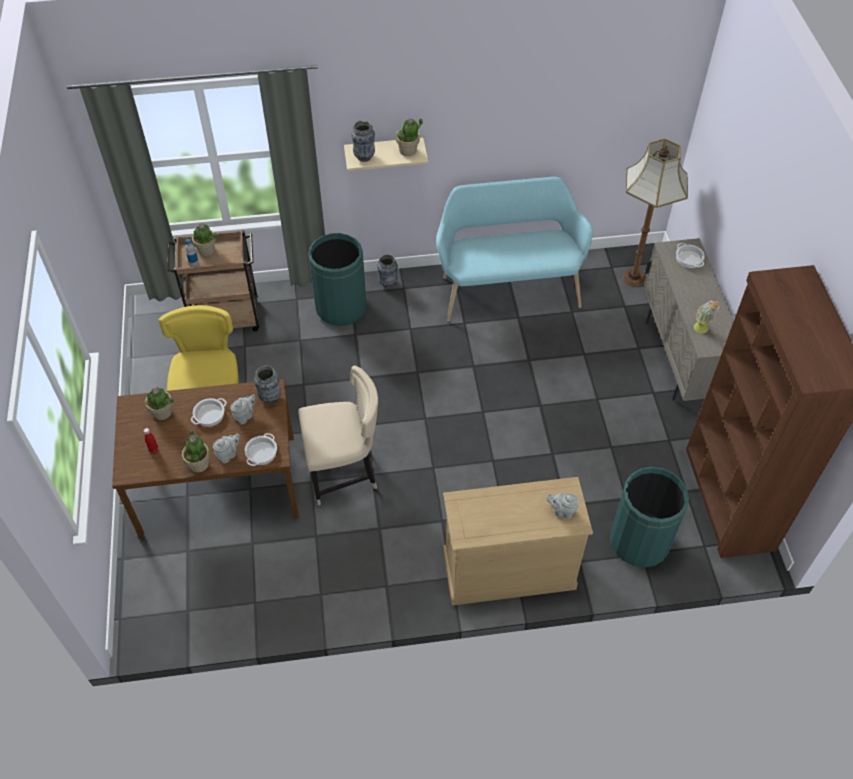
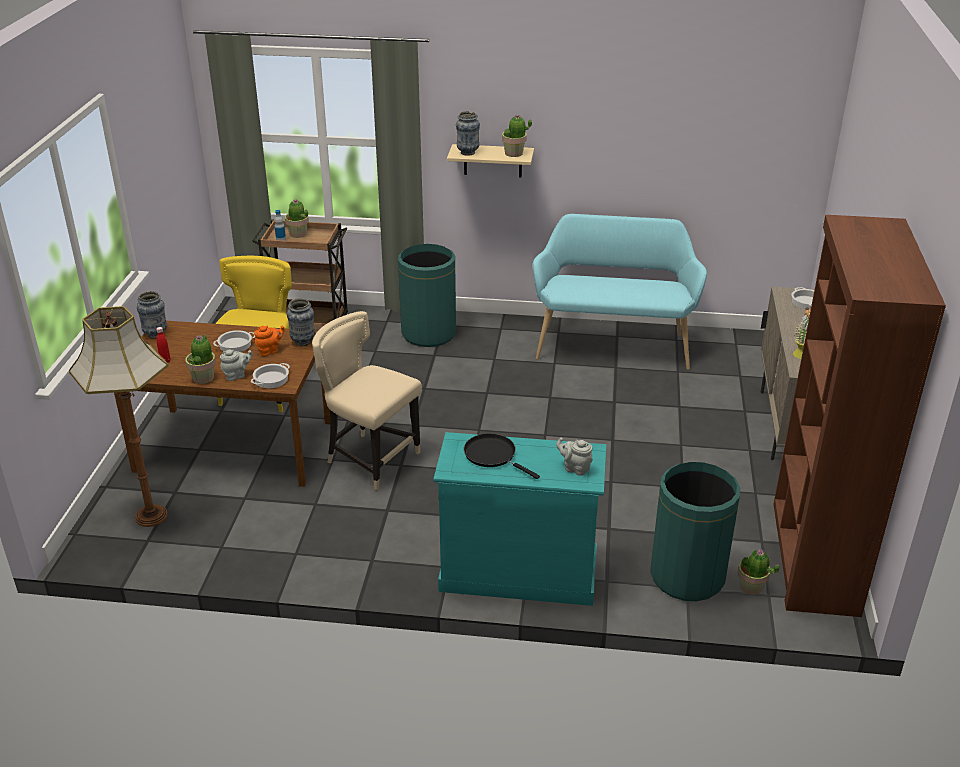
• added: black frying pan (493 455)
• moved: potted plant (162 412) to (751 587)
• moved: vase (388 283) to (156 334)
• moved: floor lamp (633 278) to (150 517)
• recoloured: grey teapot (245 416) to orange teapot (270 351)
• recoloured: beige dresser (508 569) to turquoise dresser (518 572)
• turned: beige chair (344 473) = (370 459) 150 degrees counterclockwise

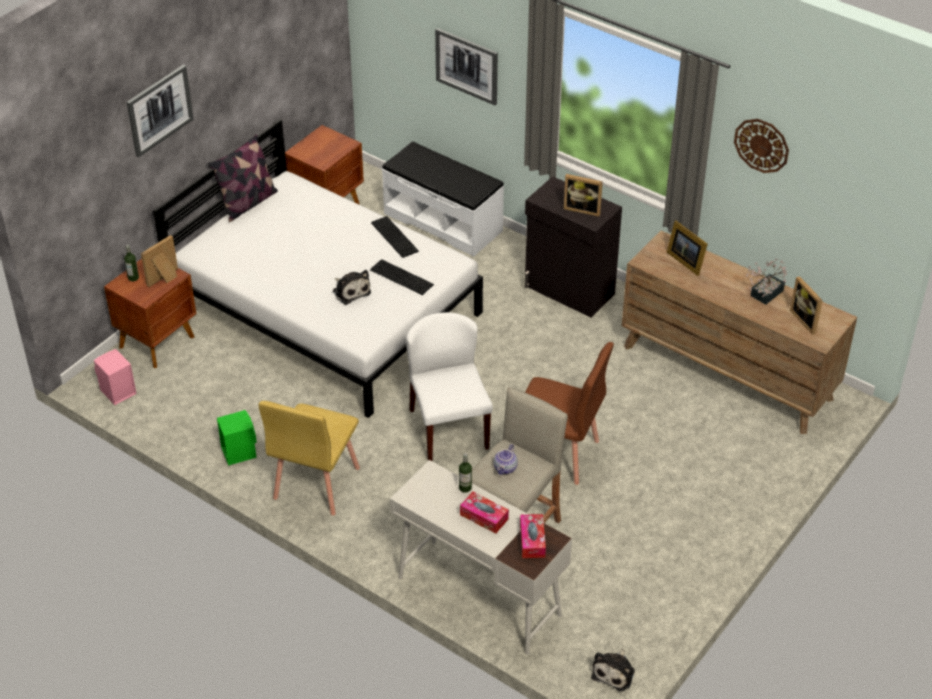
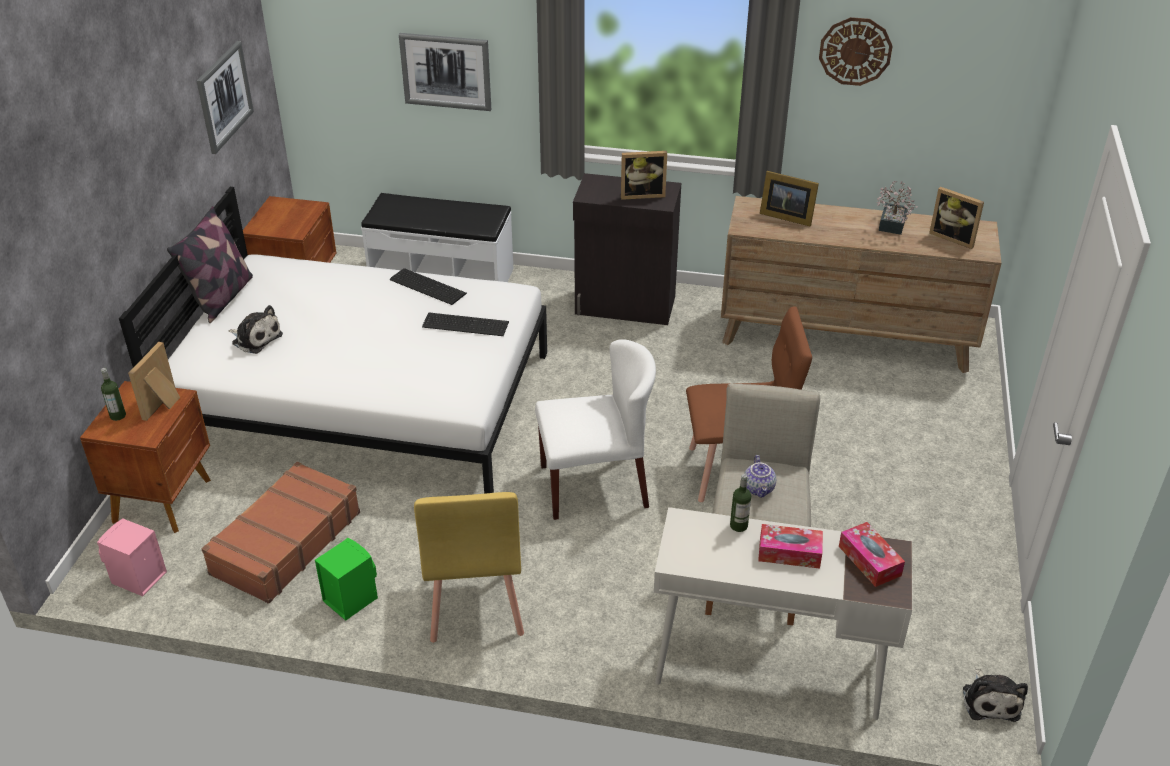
• added: brown suitcase (285 543)
• moved: picture (159 110) to (224 96)
• moved: plush toy (350 291) to (255 338)
• turned: white chair (448 428) = (594 485) 120 degrees clockwise

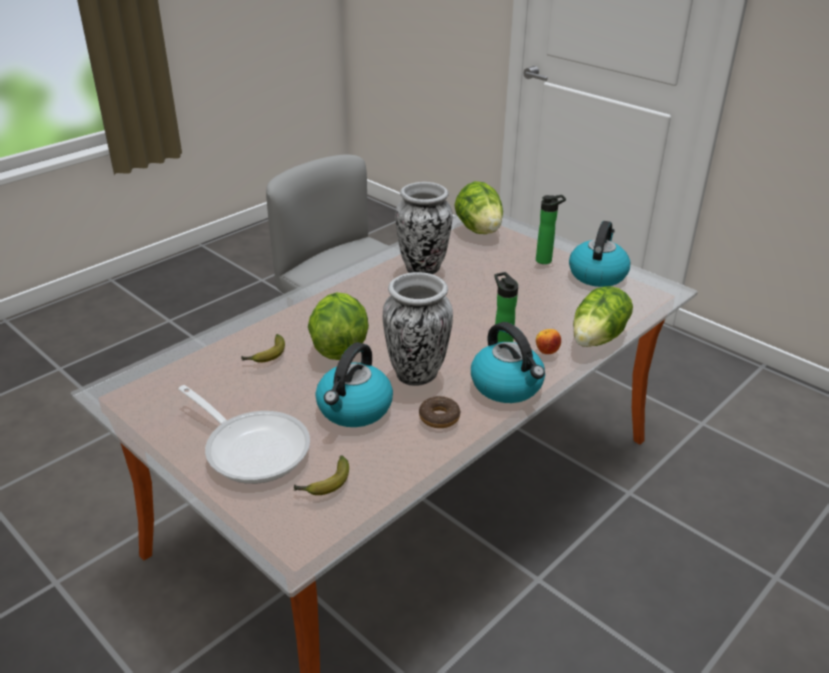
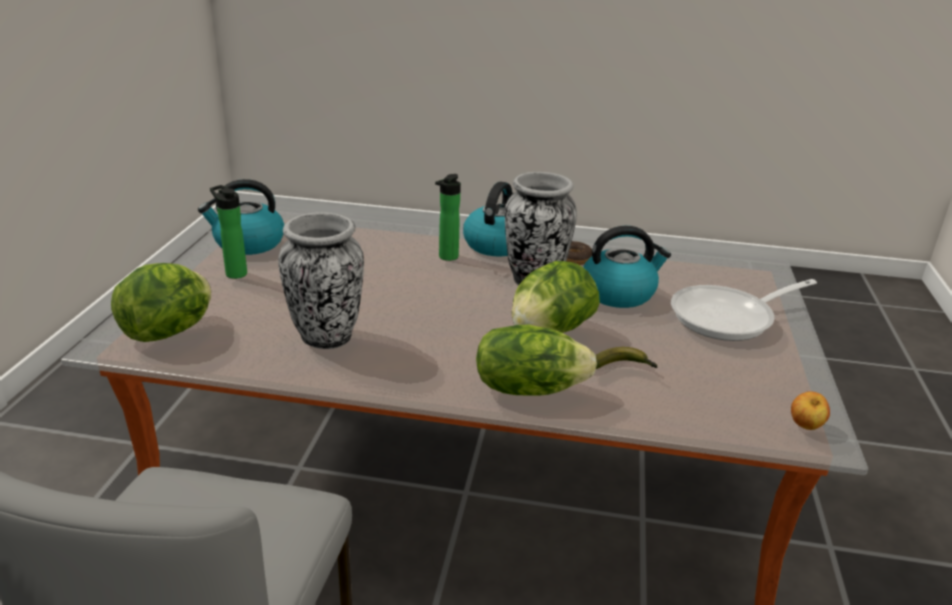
• removed: banana (324 484)
• moved: apple (546 352) to (805 427)
• moved: lettuce (599 338) to (529 388)
• turned: frying pan (252 448) = (729 318) 120 degrees counterclockwise

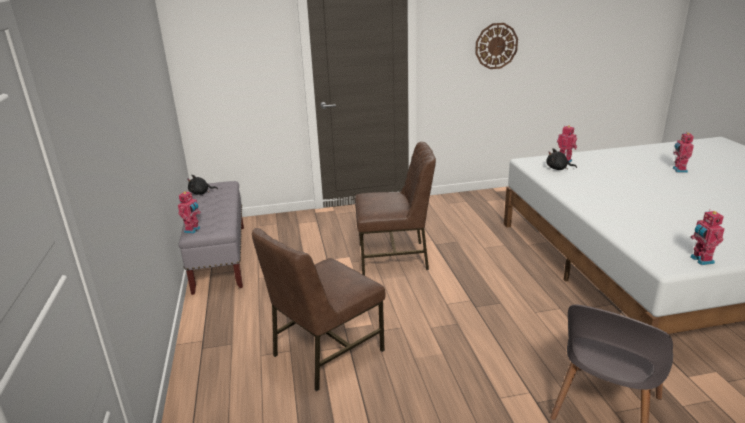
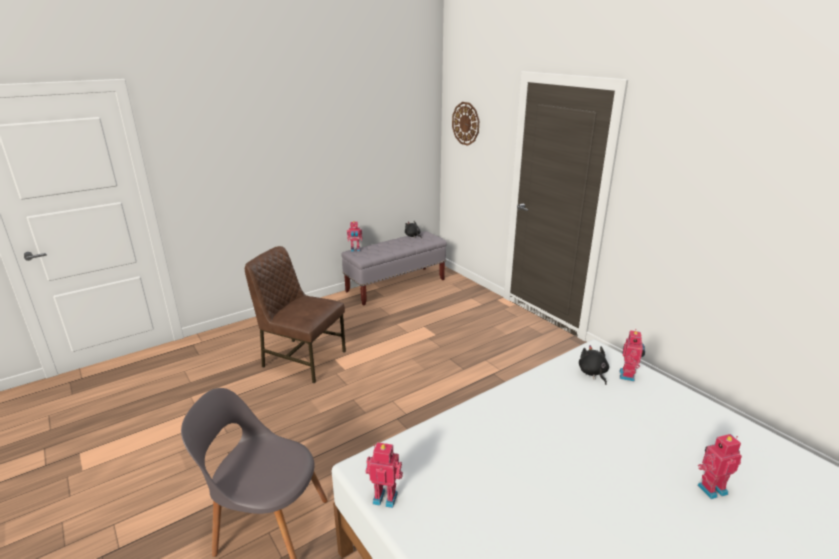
• removed: brown chair (394 257)
• moved: wall clock (496 46) to (466 123)
• turned: toy robot (700 260) = (385 497) 45 degrees clockwise

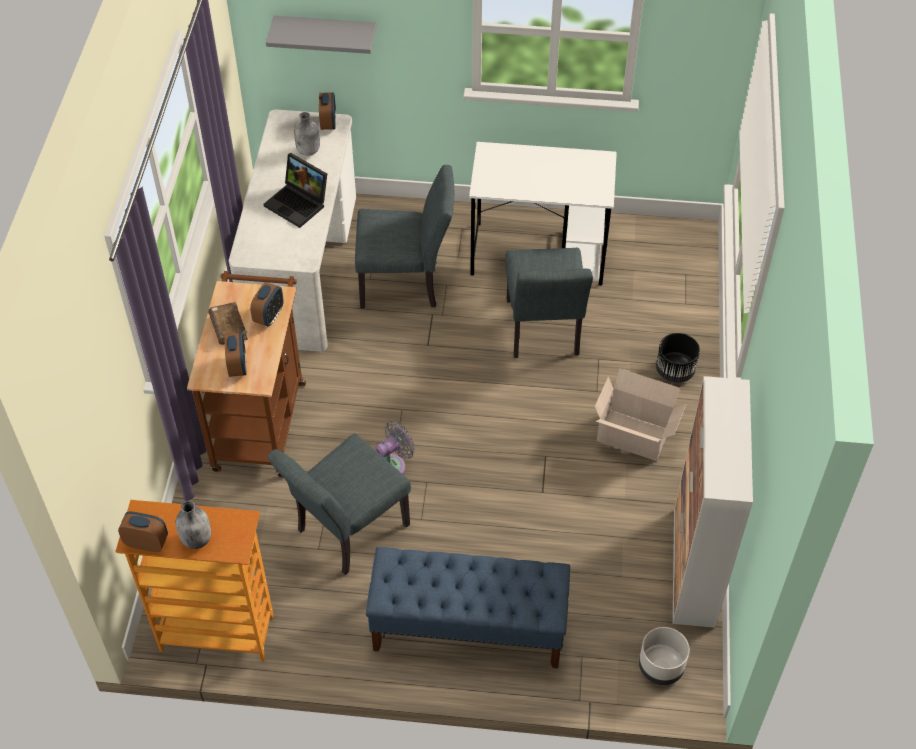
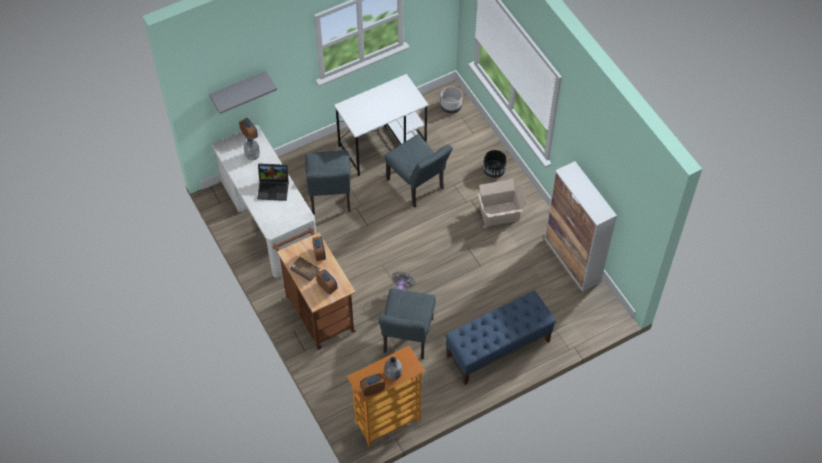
• moved: grey planter (661 667) to (451 107)
• turned: grey chair (407 284) = (330 199) 120 degrees clockwise

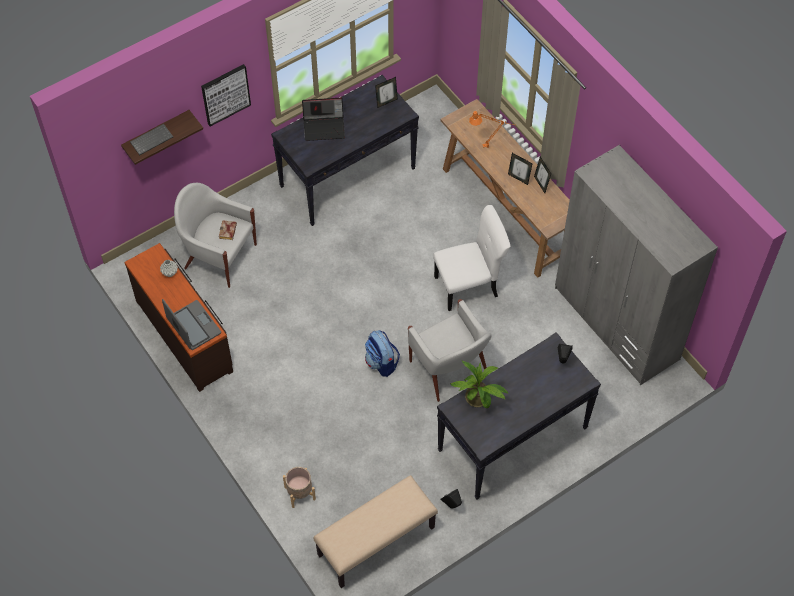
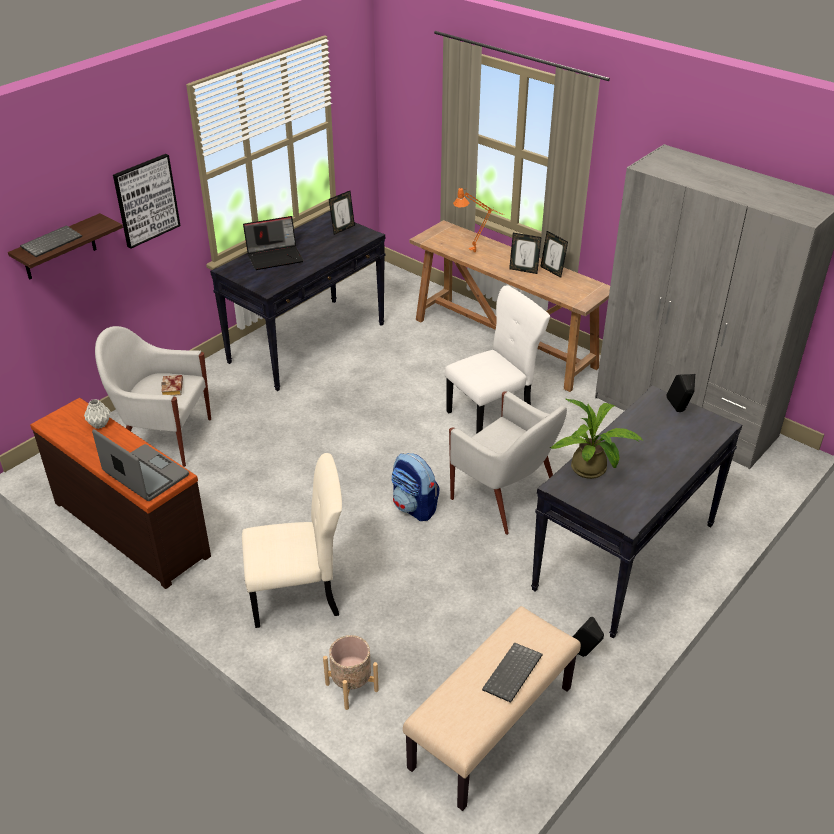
• added: beige chair (299 596)
• added: keyboard (513 674)

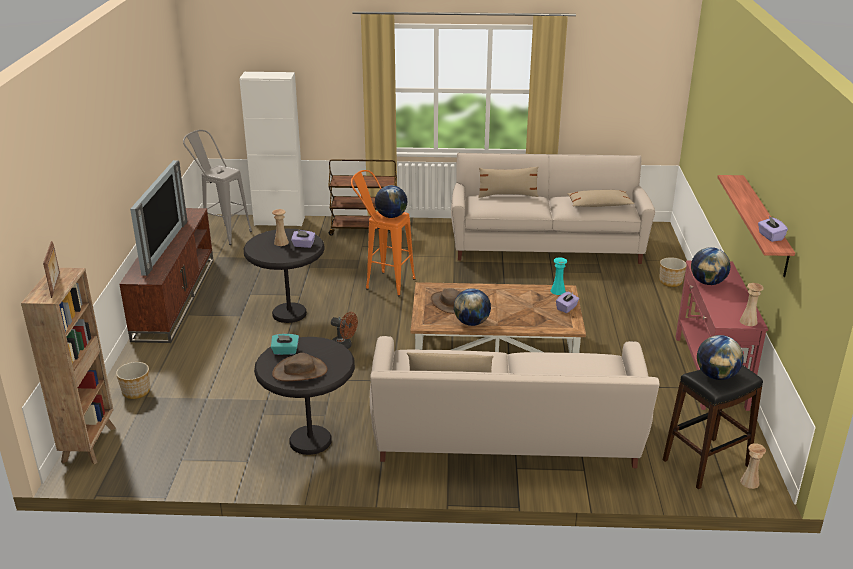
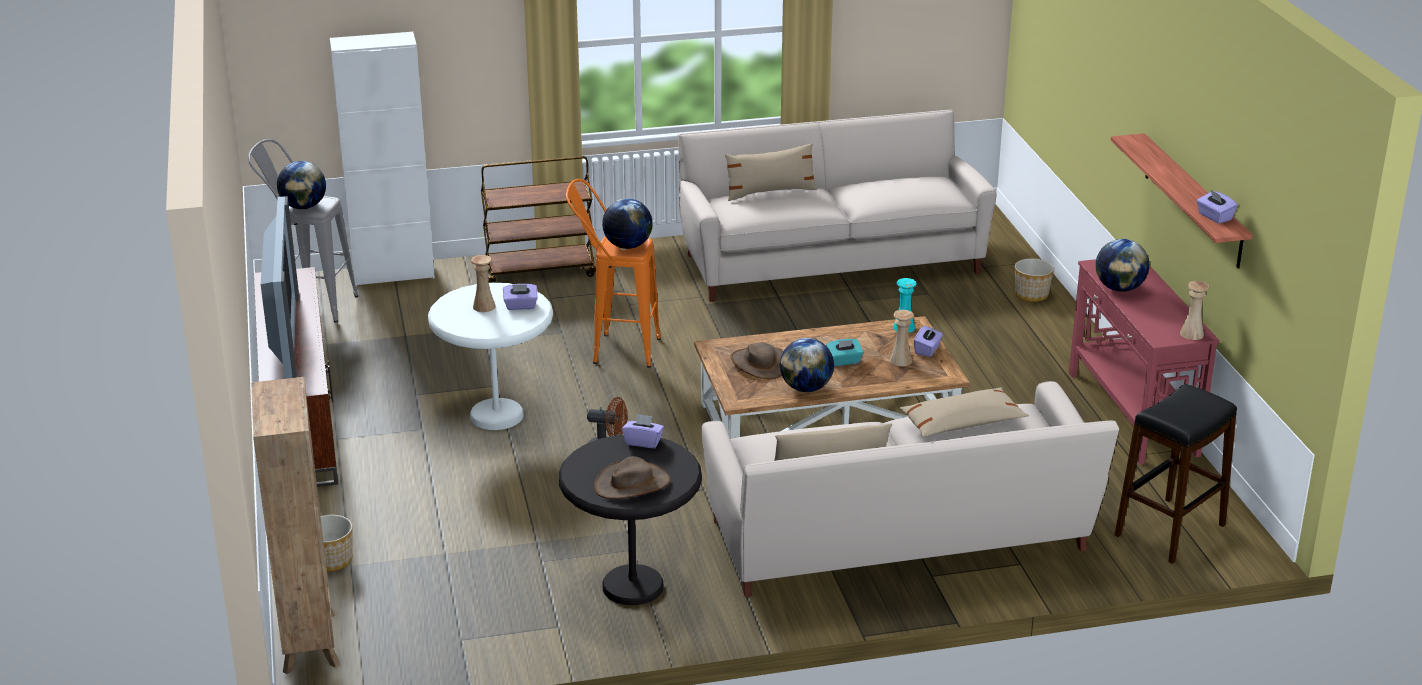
• removed: picture frame (56 286)
• added: purple tissue box (643 442)
• moved: turquoise tissue box (285 351) to (844 361)
• moved: beige pillow (599 205) to (962 423)
• moved: globe (716 375) to (304 206)
• moved: beige vase (749 482) to (901 360)
• recoloured: black side table (289 314) to white side table (496 416)

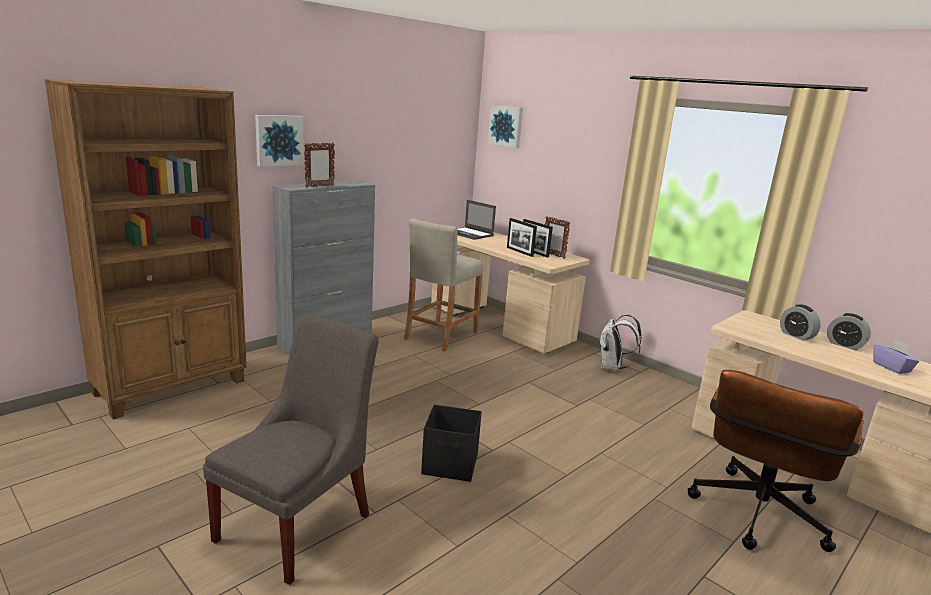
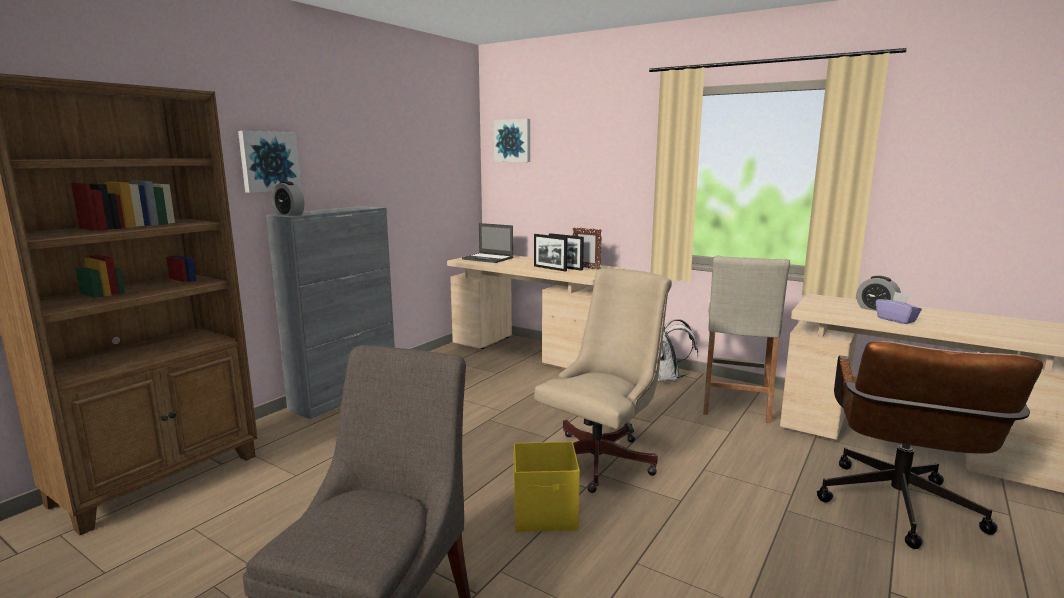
• removed: picture frame (319 186)
• added: beige office chair (603 458)
• moved: beige stool (441 335) to (735 402)
• moved: alarm clock (844 345) to (289 214)
• moved: purple tissue box (891 367) to (896 320)
• recoloured: black storage box (451 465) to yellow storage box (546 514)

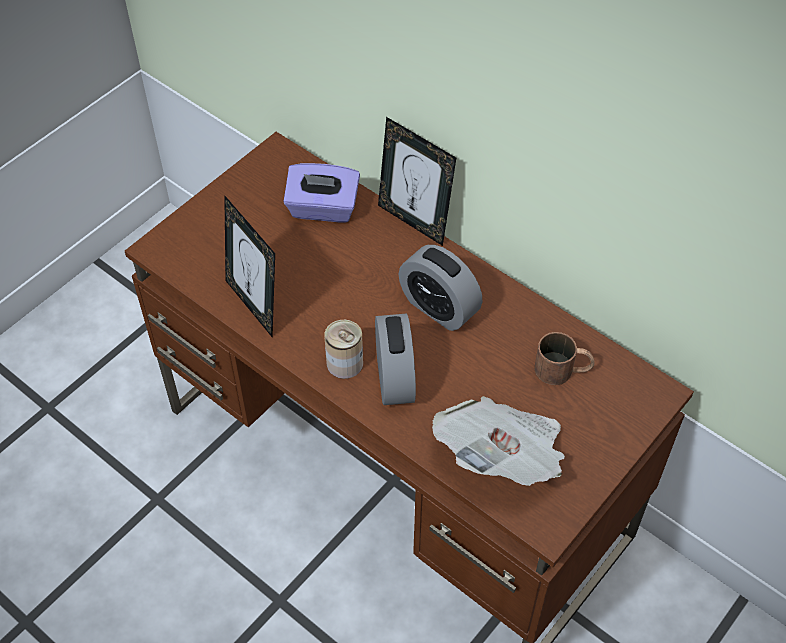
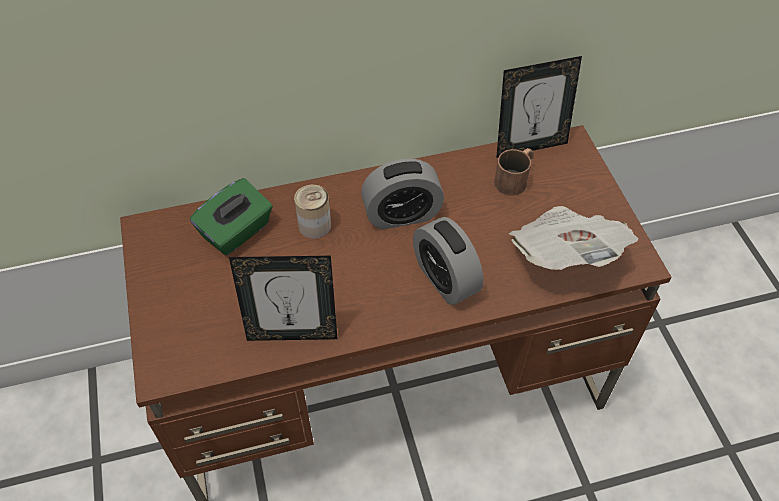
• moved: can (344 363) to (314 225)
• moved: picture frame (414 221) to (529 146)
• recoloured: purple tissue box (322 209) to green tissue box (237 232)
• turned: alarm clock (394 378) = (445 279) 150 degrees counterclockwise

